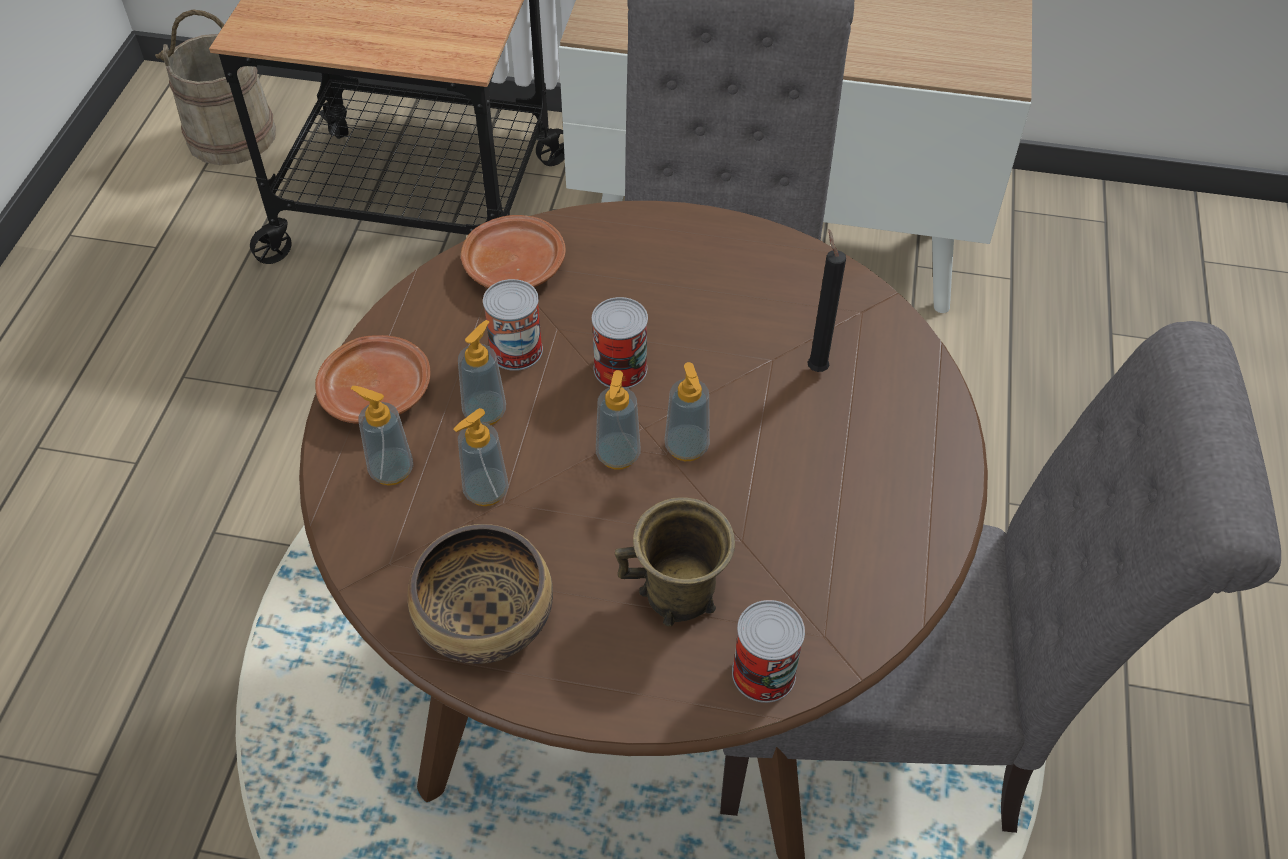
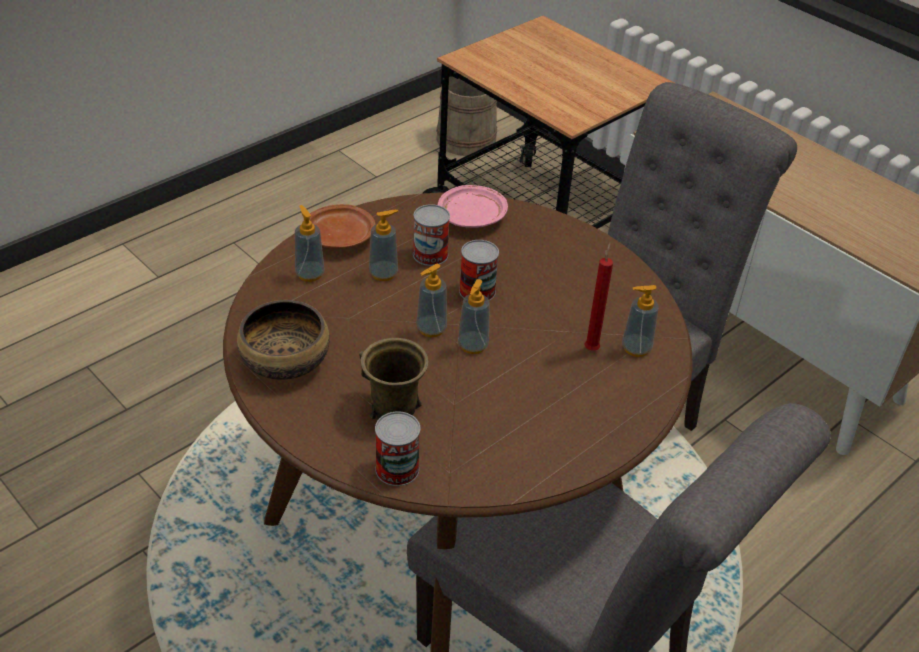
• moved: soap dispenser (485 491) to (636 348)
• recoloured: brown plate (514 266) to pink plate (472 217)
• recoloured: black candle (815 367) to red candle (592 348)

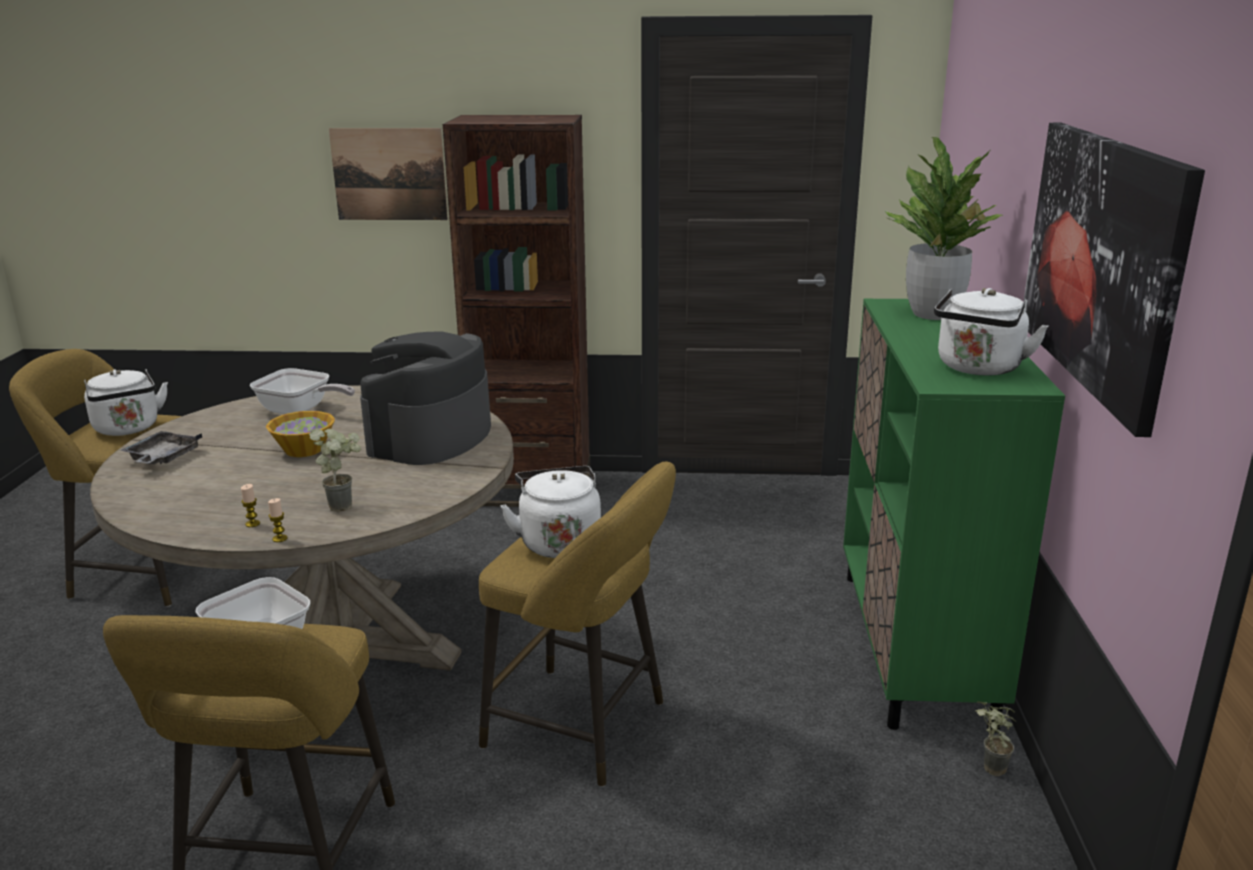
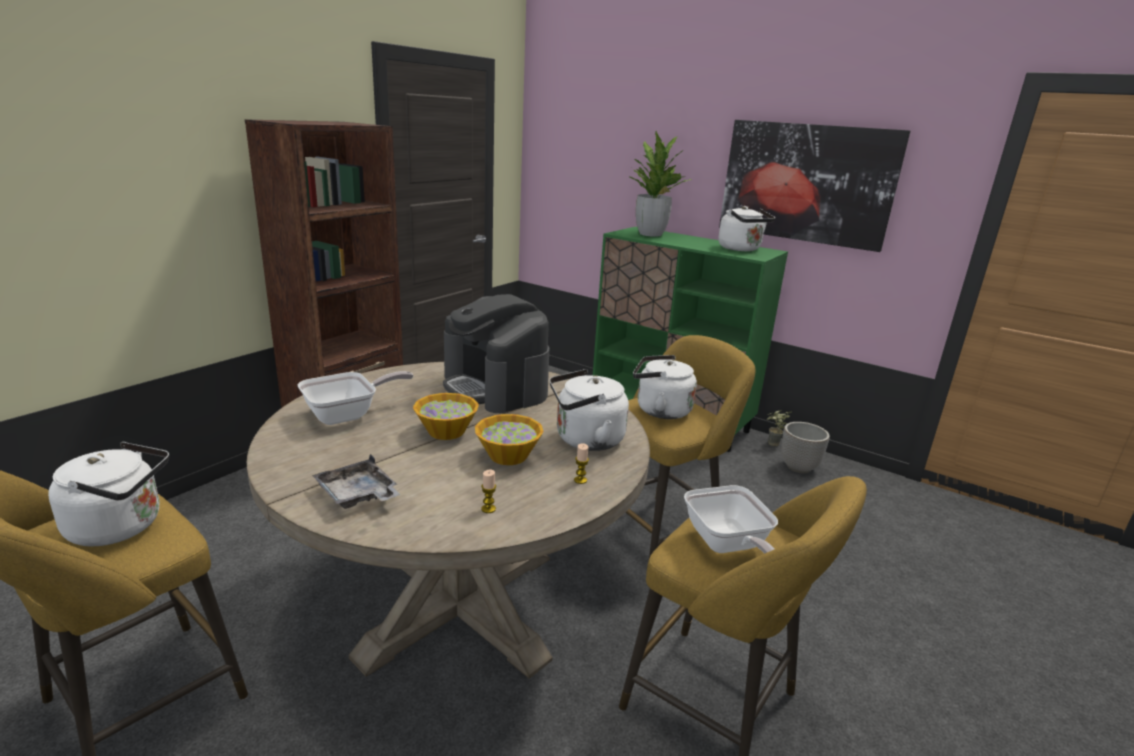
• removed: picture (389 174)
• added: bowl (508 455)
• added: planter (798 468)
• moved: candle (280 538) to (488 509)
• replaced: potted plant (345 505) to white kettle (585 440)

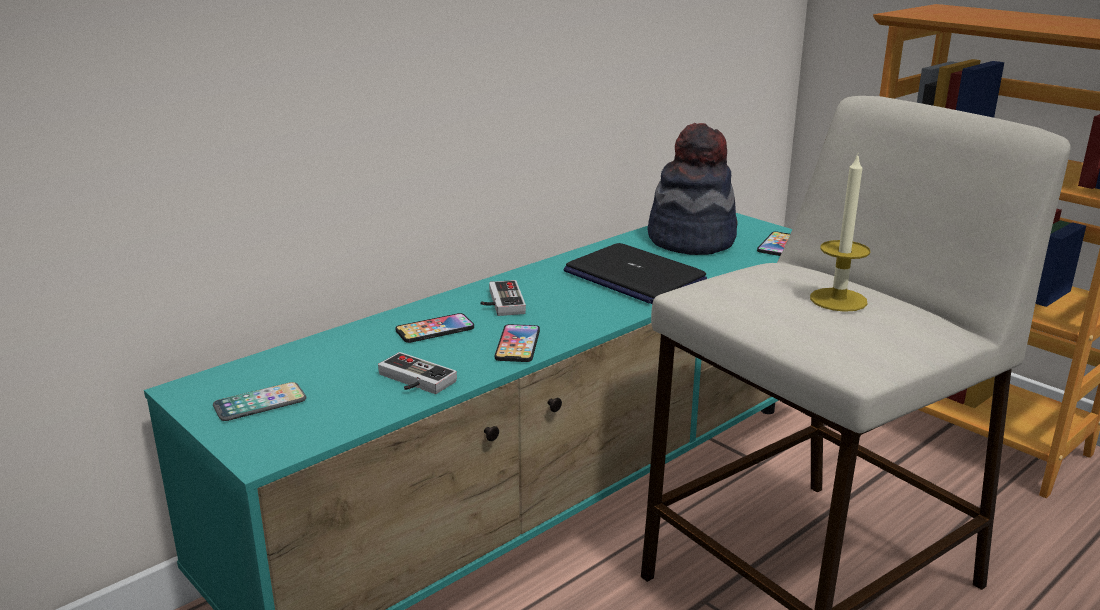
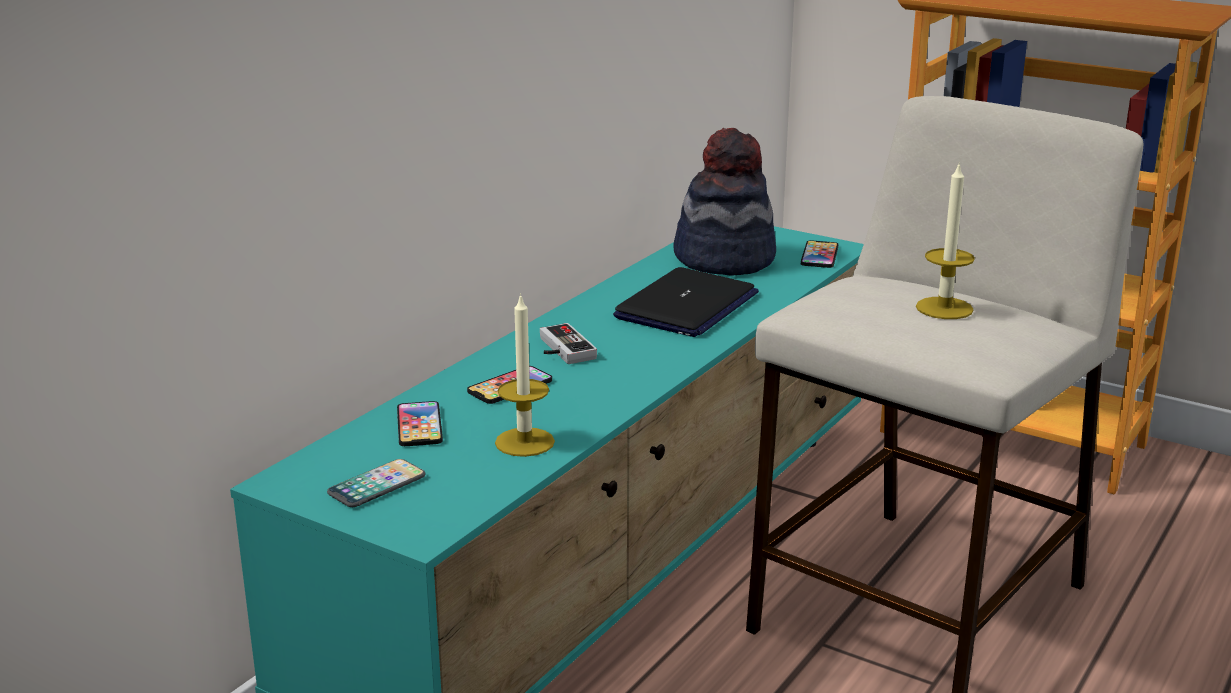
• moved: phone (517 344) to (419 425)
• replaced: game controller (412 381) to candle (524 442)
• turned: laptop (633 277) = (686 306) 90 degrees counterclockwise

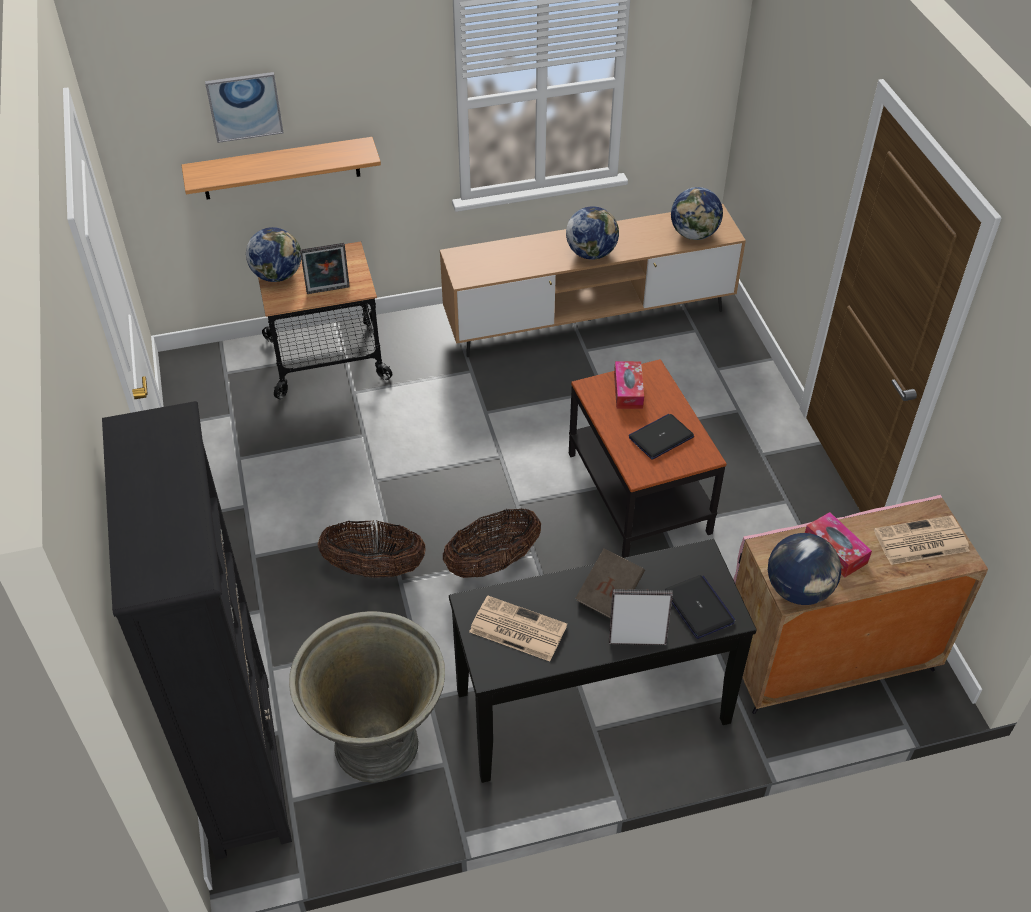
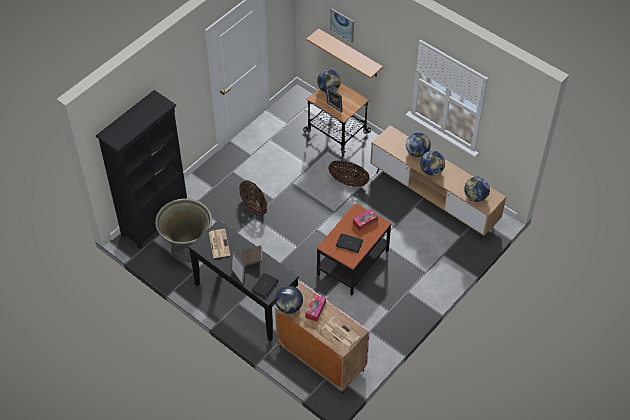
• added: globe (417 152)
• moved: basket (493 563) to (348 181)

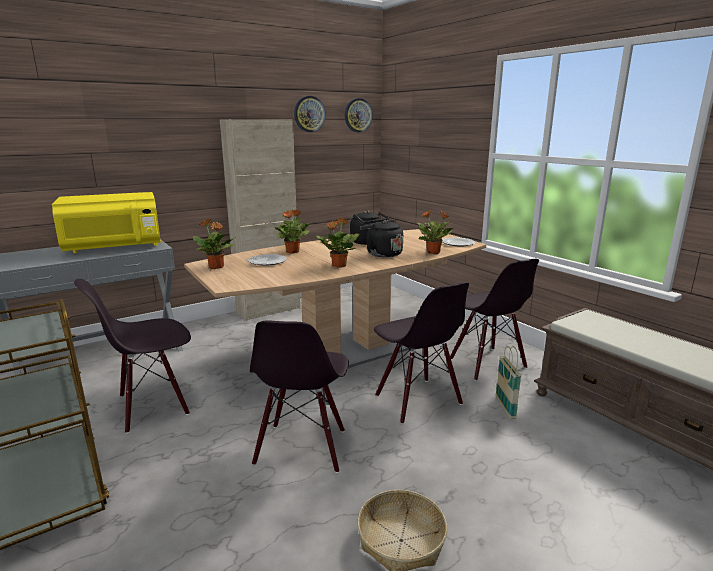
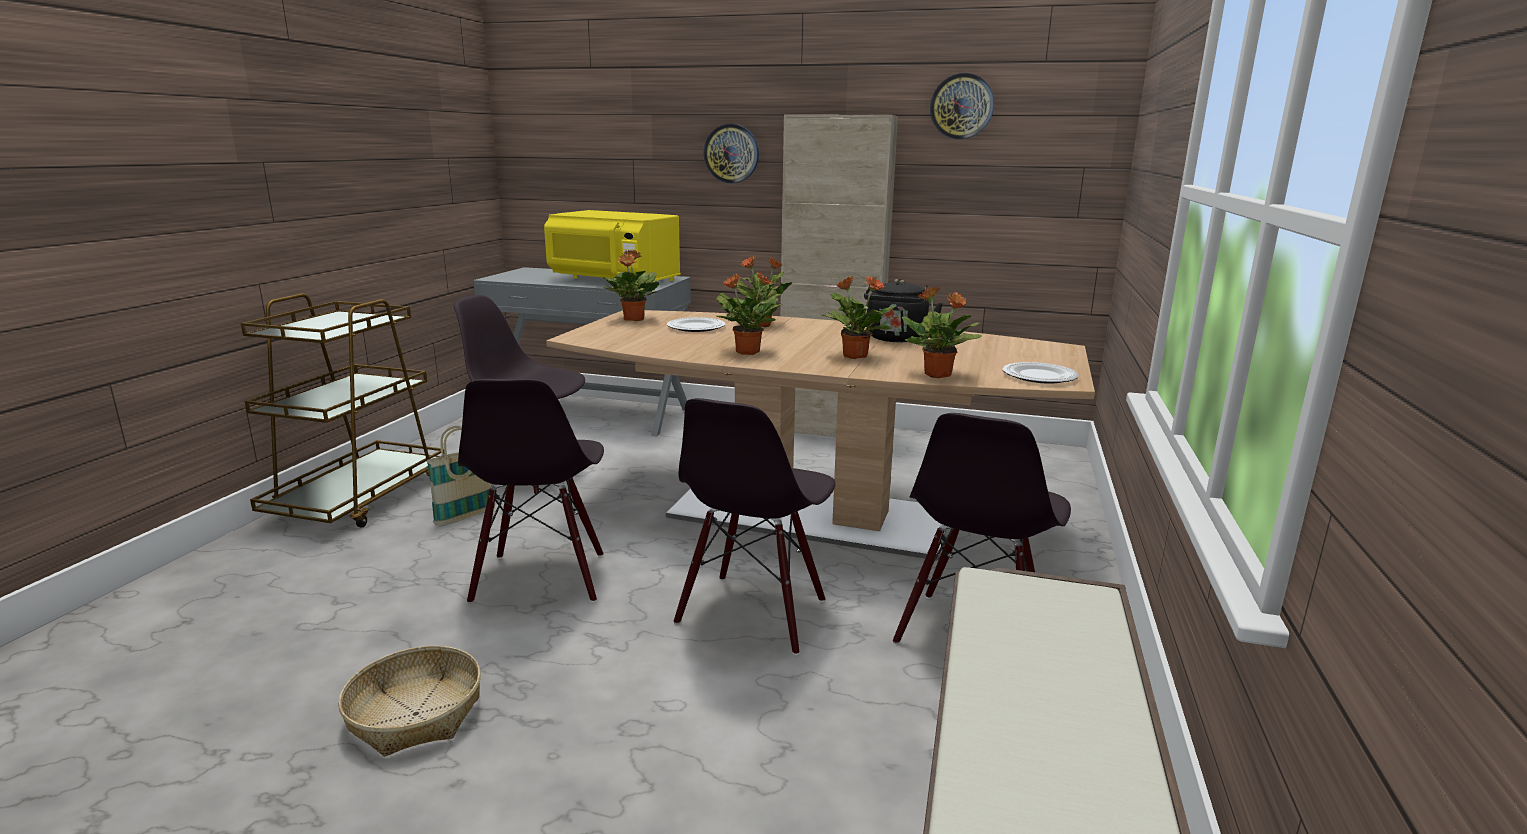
• moved: wall clock (358 115) to (731 153)
• moved: basket (505 407) to (465 517)
• replaced: black kettle (382 254) to potted plant (854 356)
• turned: black chair (302 448) = (541 578) 60 degrees counterclockwise

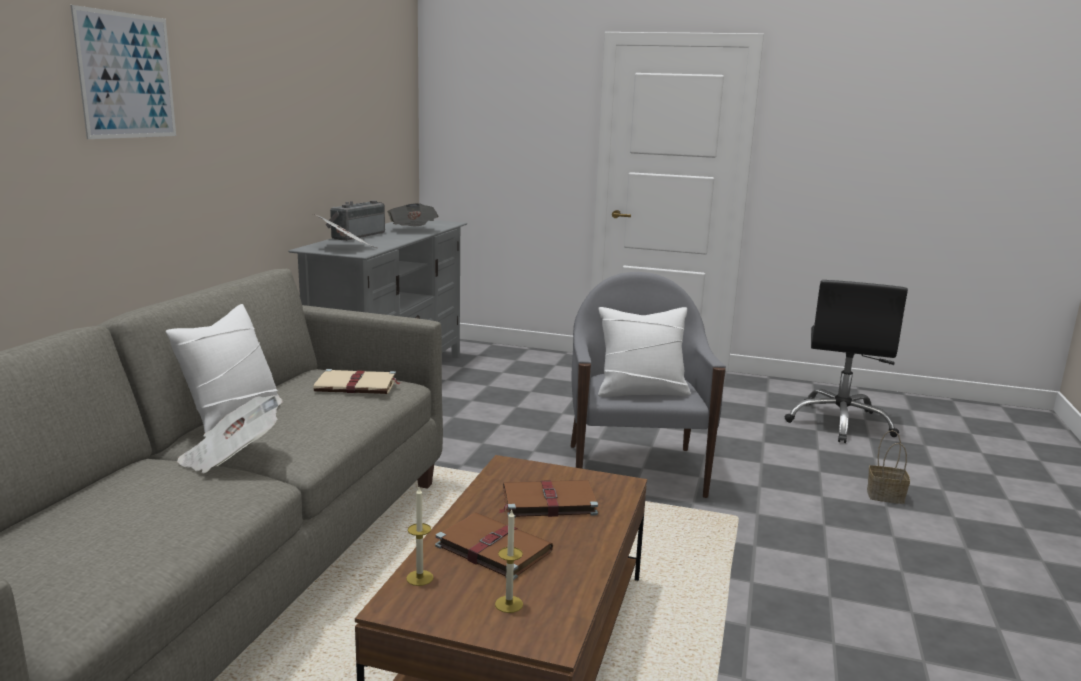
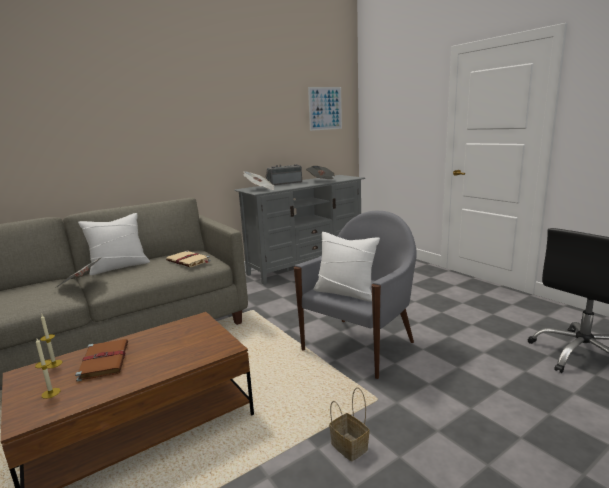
• removed: brown book (547 502)
• moved: picture (127 76) to (325 108)
• moved: basket (884 496) to (348 446)

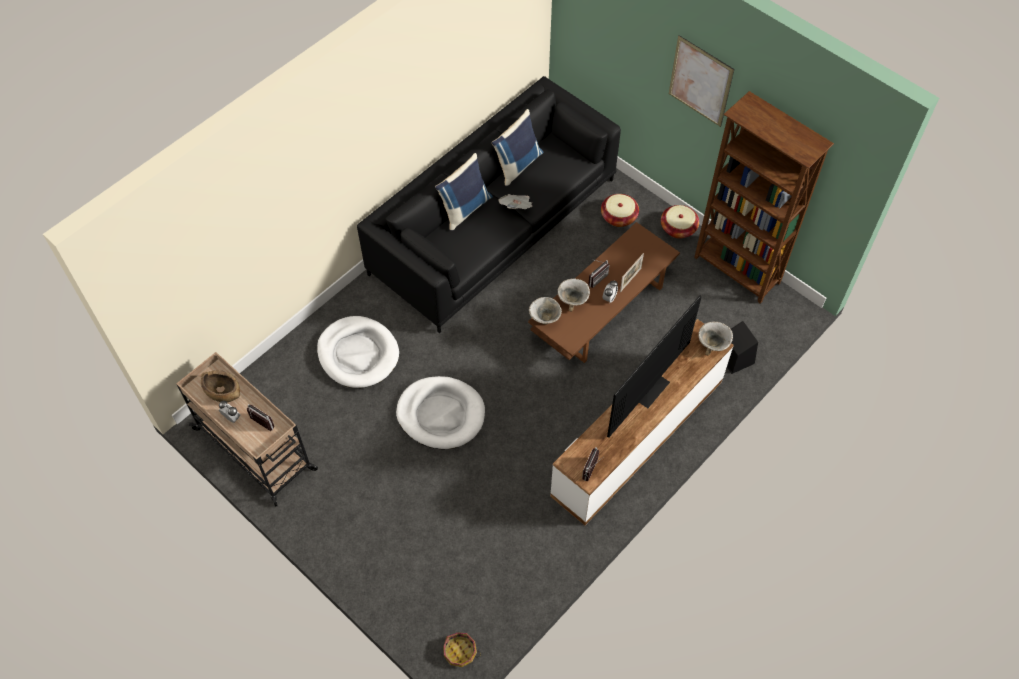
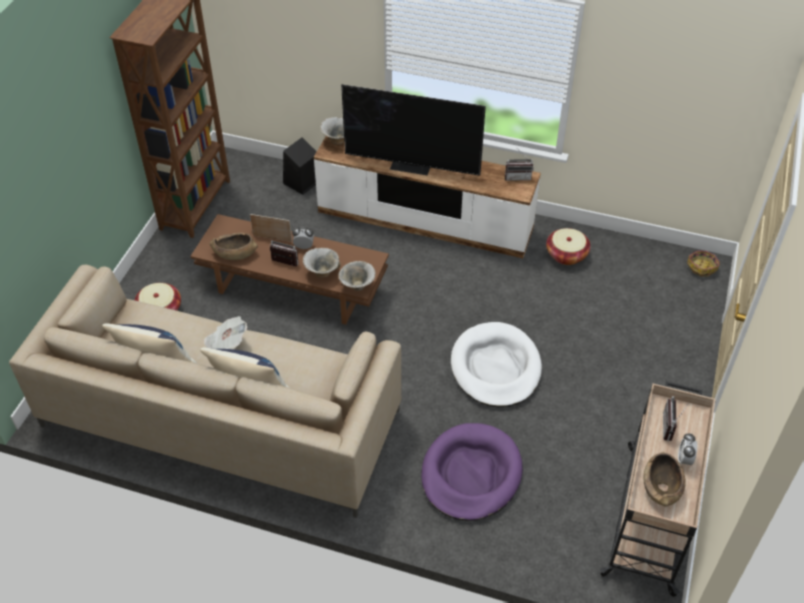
• removed: picture (700 81)
• added: brown bowl (234 253)
• moved: basket (678 228) to (566 255)
• recoloured: white dog bed (358 354) to purple dog bed (471 474)
• recoloured: black sofa (494 226) to beige sofa (221 417)

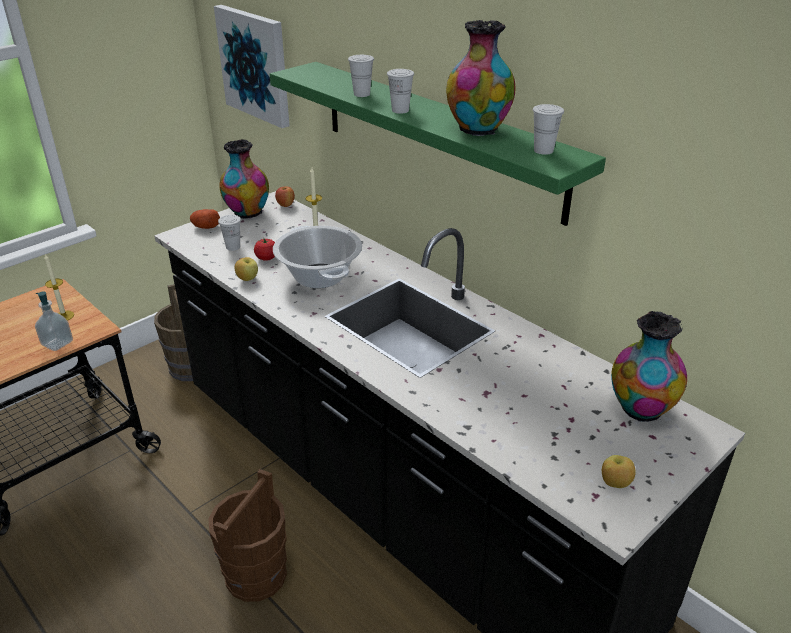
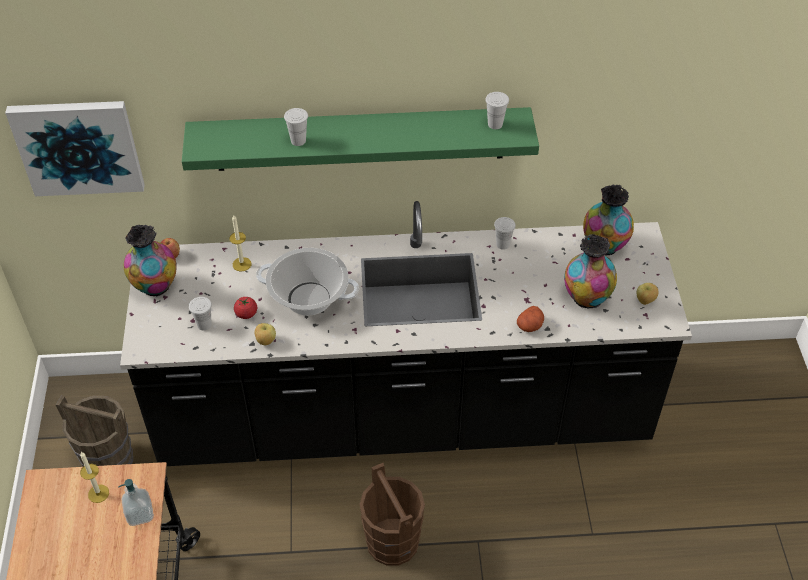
• moved: potato (205 227) to (530 326)
• moved: white cup (400 110) to (502 244)
• moved: vase (478 129) to (586 298)

